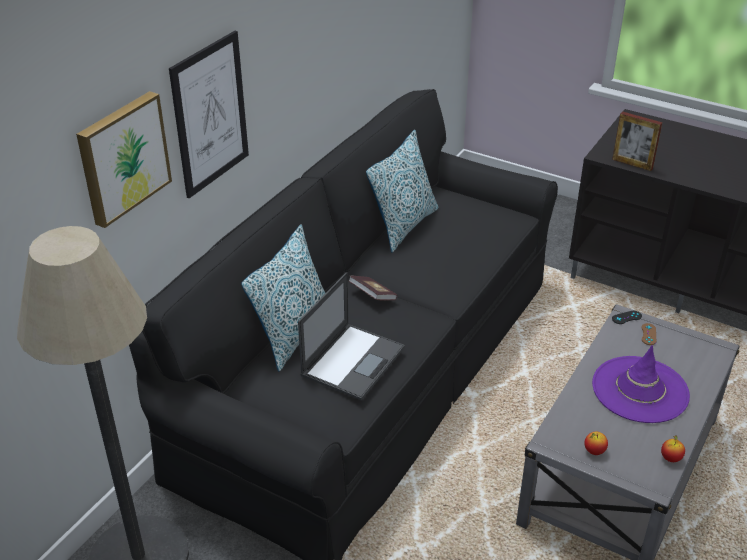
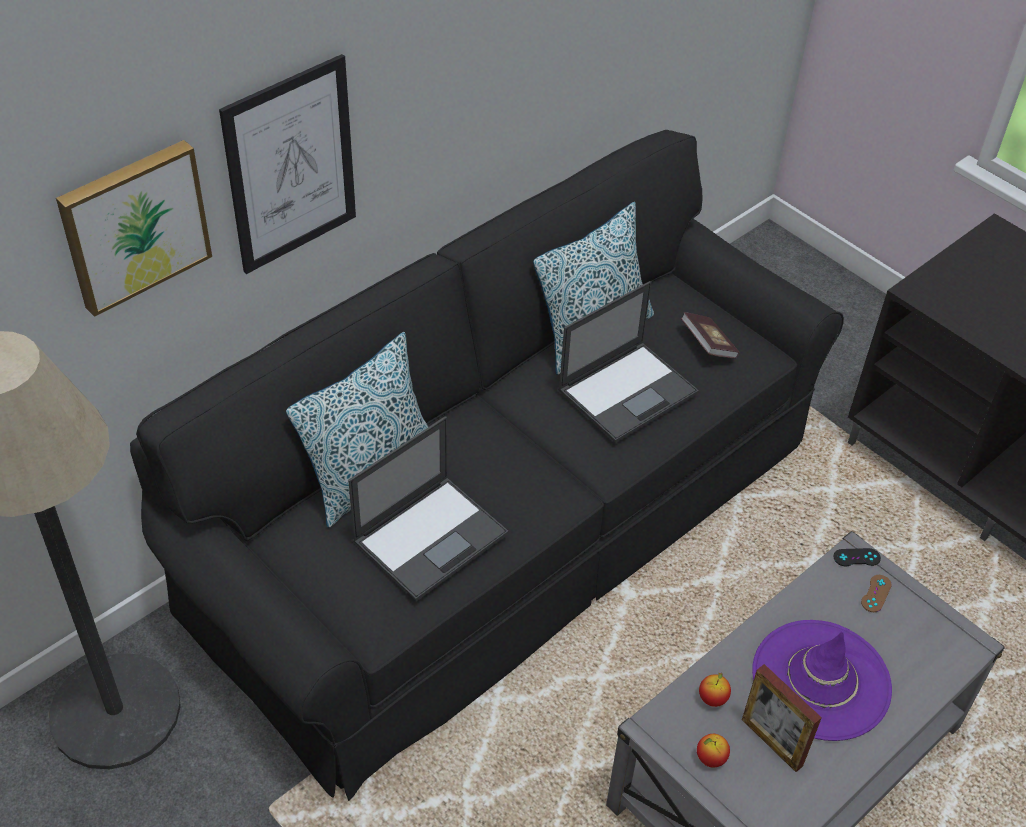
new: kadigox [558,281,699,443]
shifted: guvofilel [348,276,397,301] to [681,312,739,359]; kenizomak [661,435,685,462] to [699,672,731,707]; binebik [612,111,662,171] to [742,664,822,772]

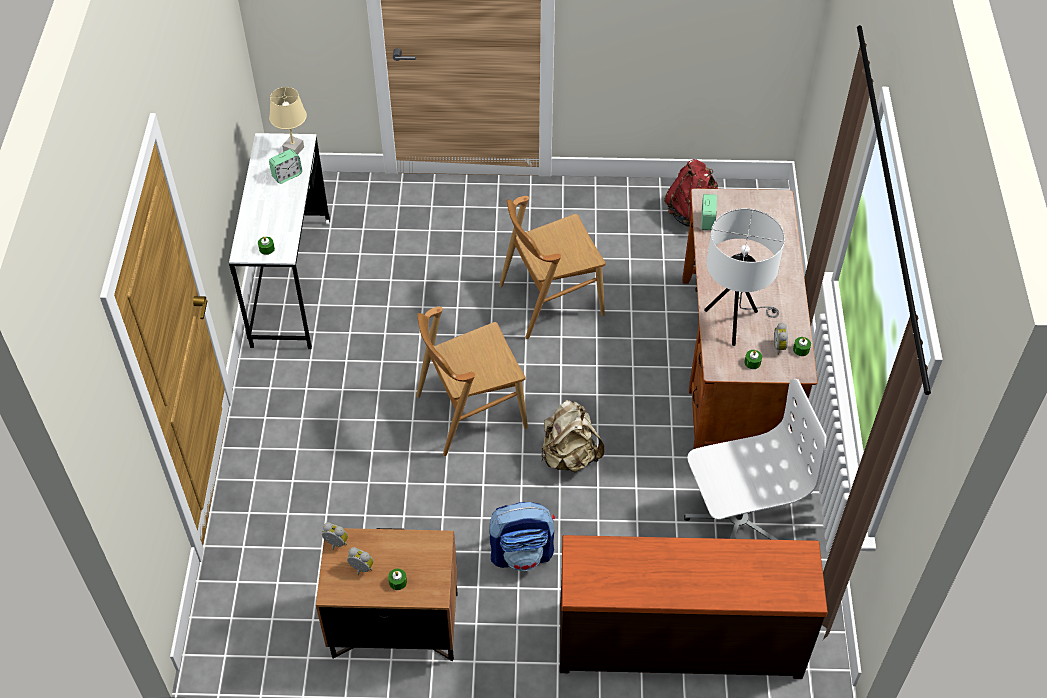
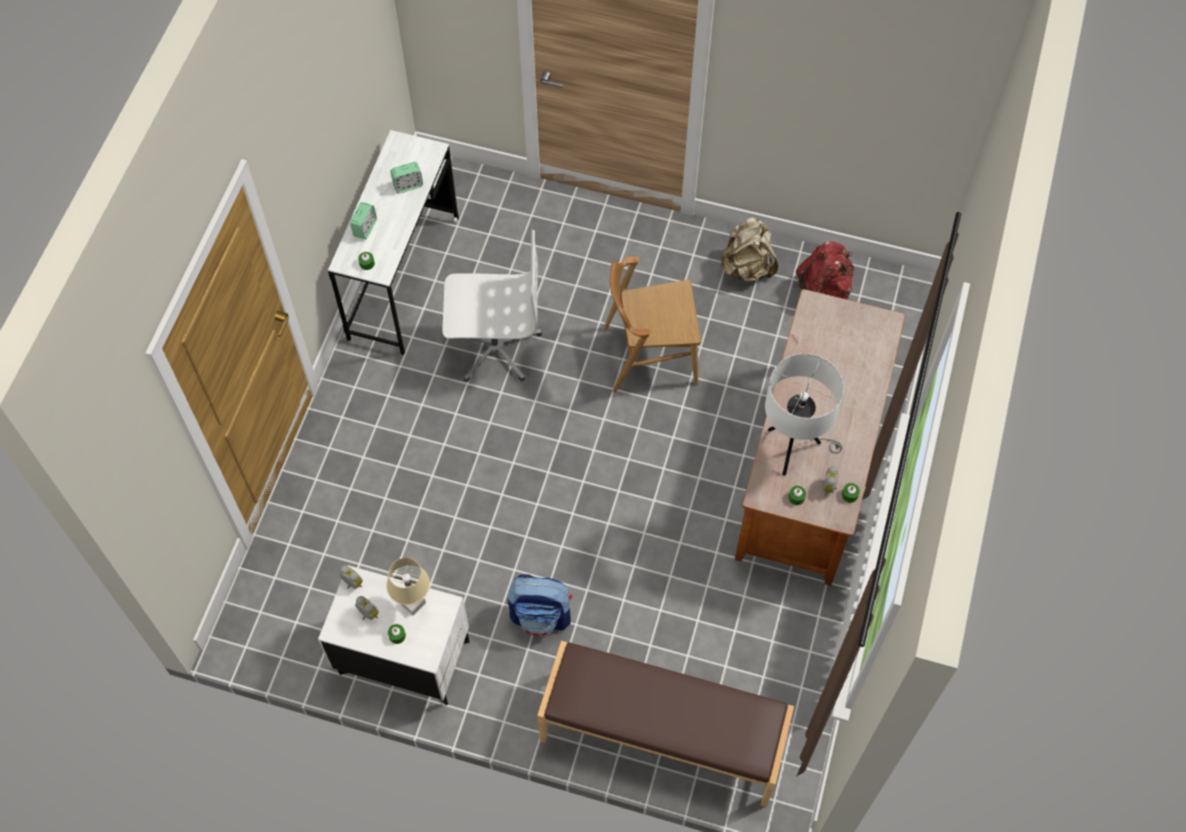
gone: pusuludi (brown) [416,307,528,456]
shifted: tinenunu [701,194,717,230] to [350,202,377,239]; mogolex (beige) [269,87,307,155] to [387,558,430,615]; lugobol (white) [684,379,827,540] to [442,230,542,382]; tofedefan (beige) [541,400,605,472] to [721,216,778,283]
swapped: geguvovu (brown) [560,535,828,679] to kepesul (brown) [537,641,794,807]
repainted: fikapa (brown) [316,528,458,661] to fikapa (white) [318,565,470,706]

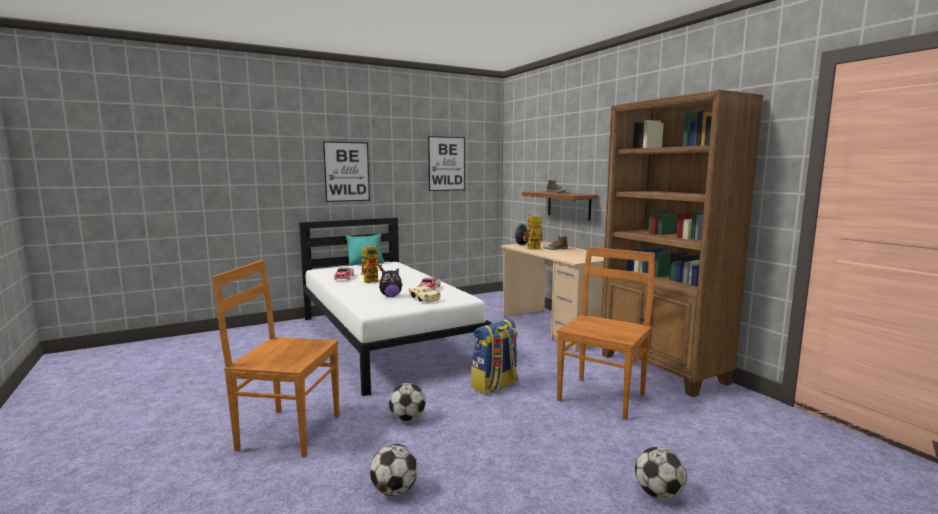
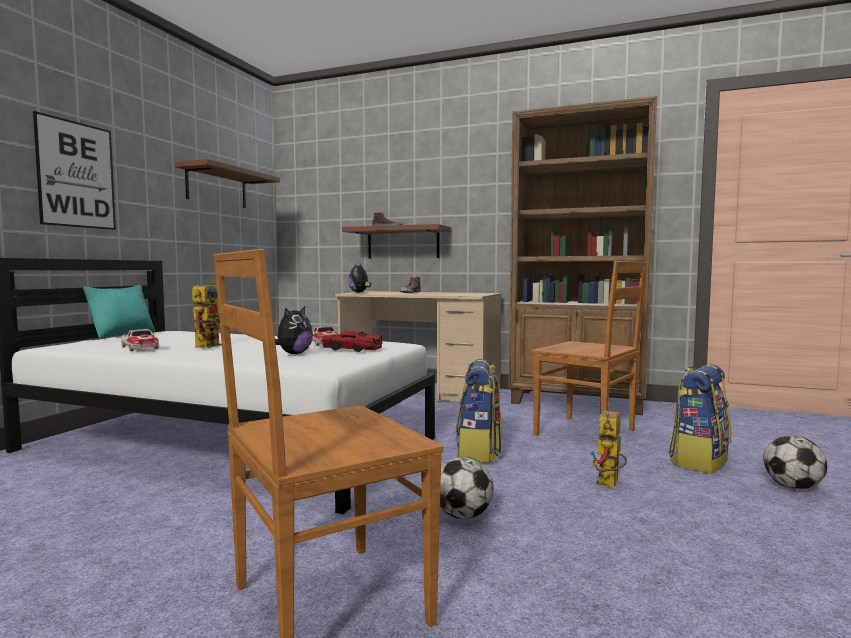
gone: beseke [370,444,418,496]
new: tofedefan [668,364,731,474]
shifted: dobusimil [523,215,543,249] to [590,411,627,488]
swapped: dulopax [428,136,465,191] to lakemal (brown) [175,159,280,208]
repainted: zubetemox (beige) [408,286,441,302] to zubetemox (red) [322,330,383,352]
rotated: pusuludi (brown) [557,247,655,420] = [532,261,646,436] 135 degrees clockwise

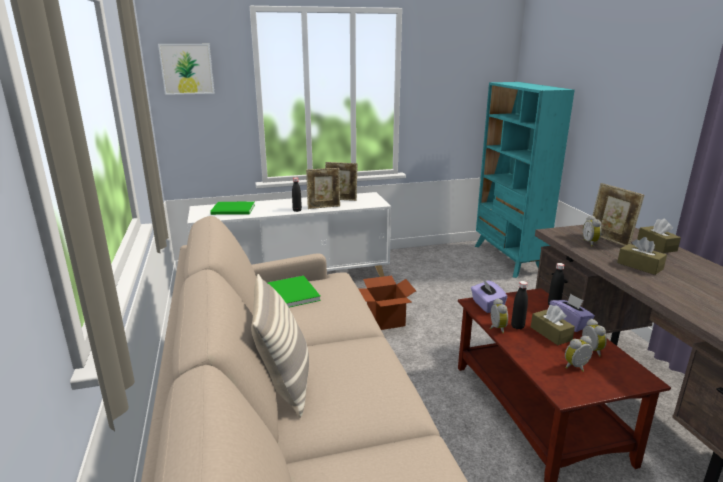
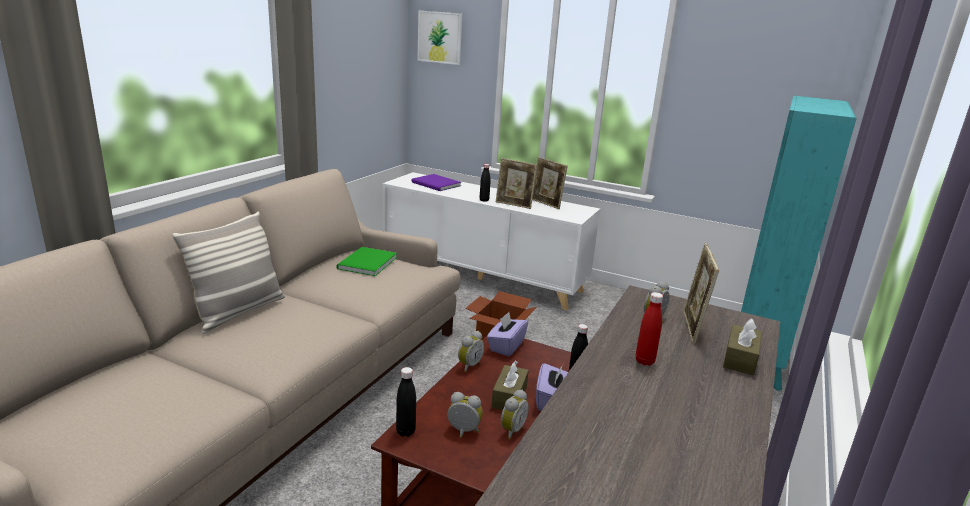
shifted: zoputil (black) [511,281,528,330] to [396,367,416,437]
swapped: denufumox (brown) [617,237,667,275] to zoputil (red) [636,292,663,366]
repainted: guvofilel (green) [210,202,255,215] to guvofilel (purple) [412,174,461,191]

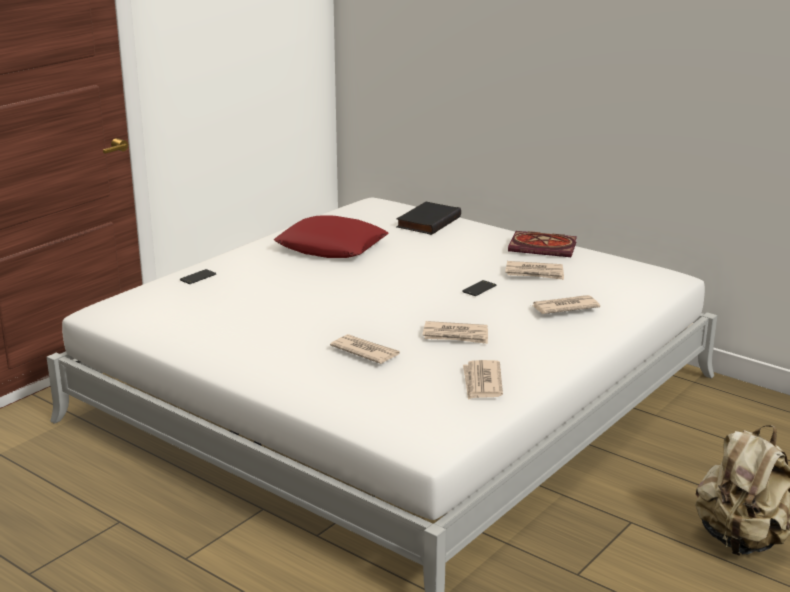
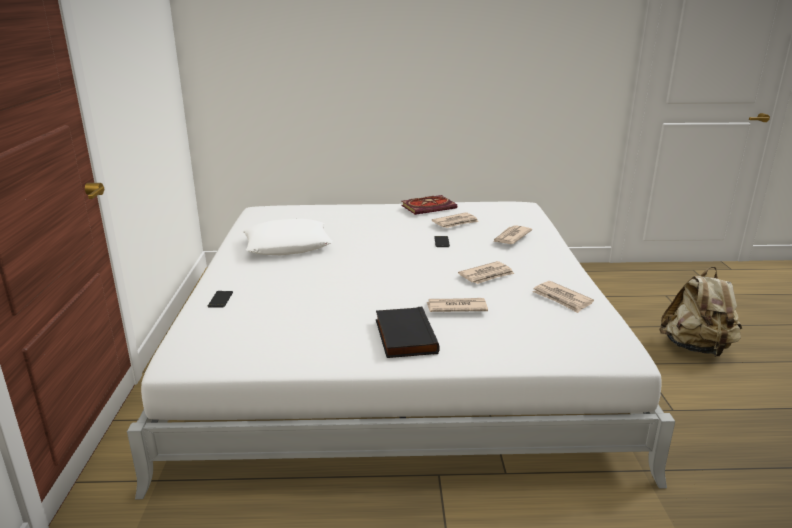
shifted: guvofilel (black) [396,202,461,235] to [376,307,440,358]
repainted: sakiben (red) [274,215,389,258] to sakiben (white) [243,219,333,255]

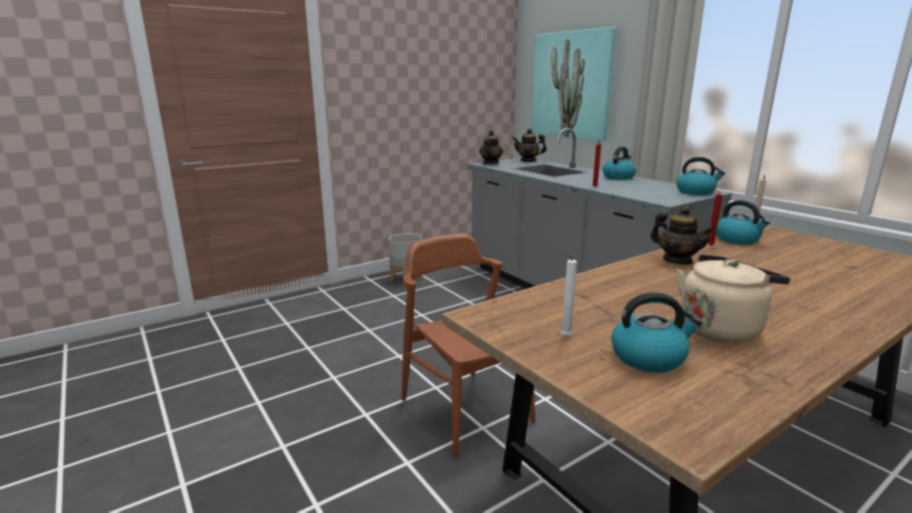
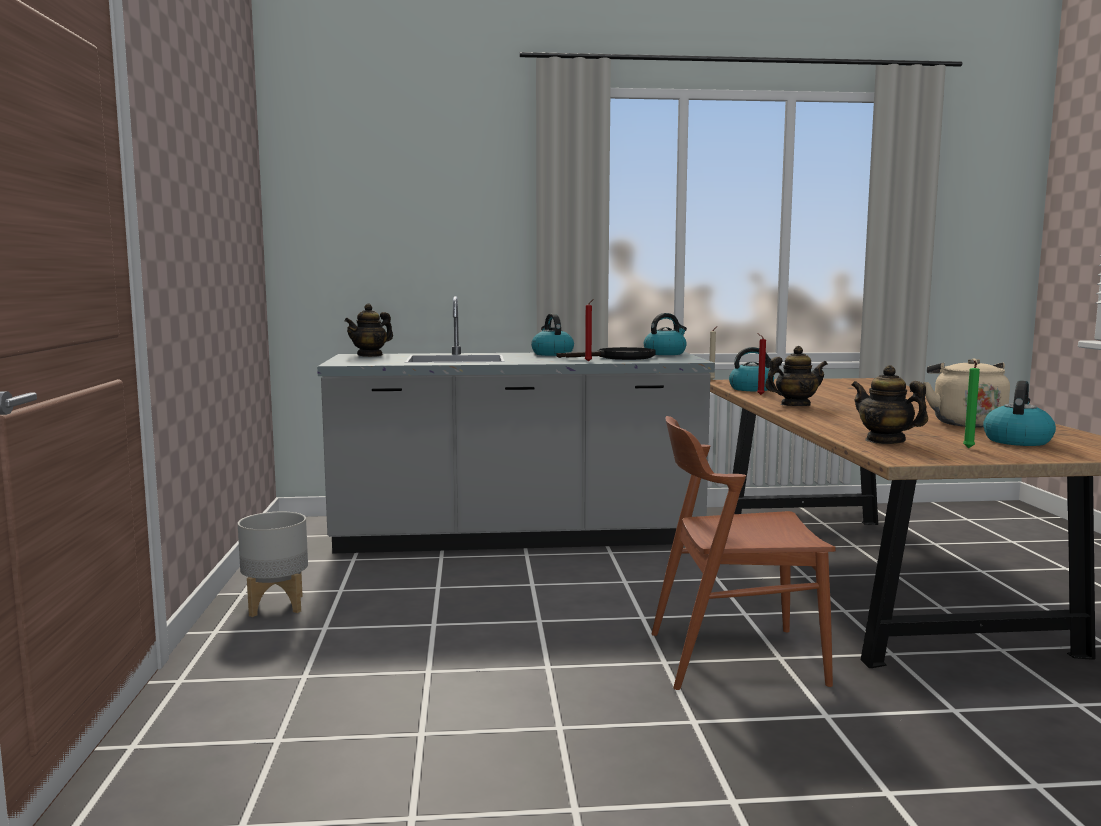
gone: dulopax [531,27,617,141]
new: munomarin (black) [557,347,655,360]
shifted: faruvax [479,130,503,164] to [851,365,928,444]
repainted: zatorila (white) [561,252,577,337] to zatorila (green) [963,360,980,448]

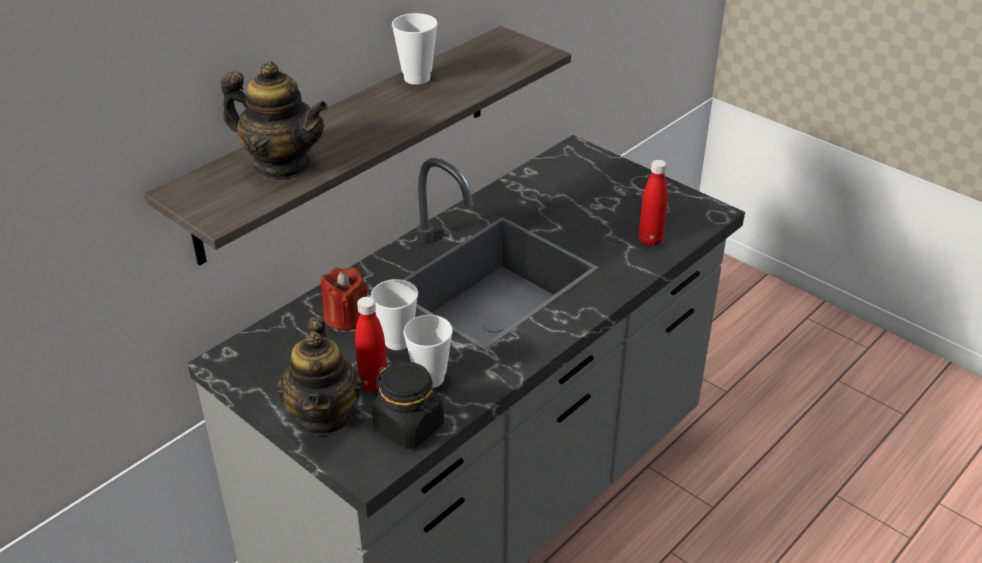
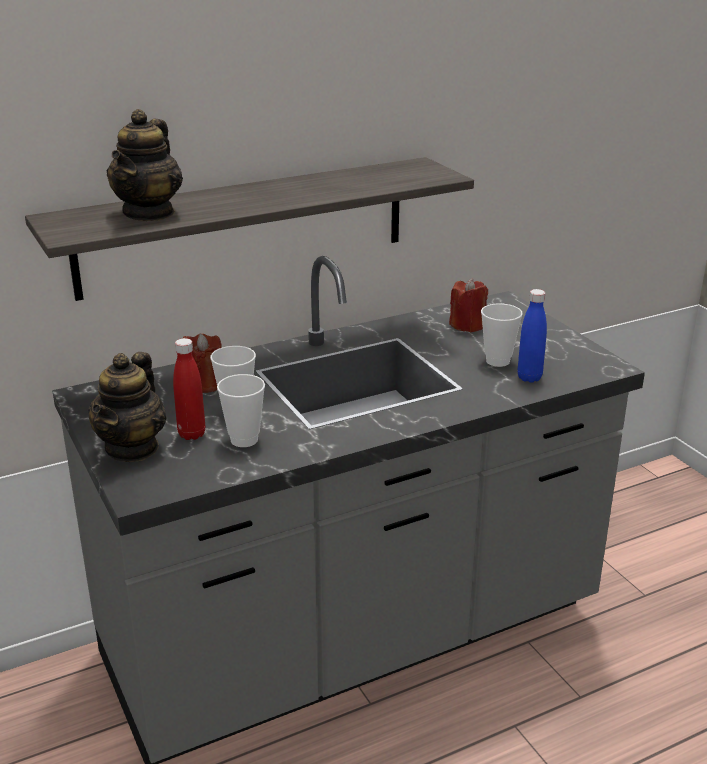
gone: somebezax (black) [372,362,444,449]
new: zatorila (red) [449,278,488,332]
shifted: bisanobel [392,13,438,85] to [481,303,523,367]
repainted: zoputil (red) [639,160,668,246] to zoputil (blue) [518,289,547,383]
rotated: faruvax [221,61,328,177] = [107,109,183,221] 60 degrees clockwise

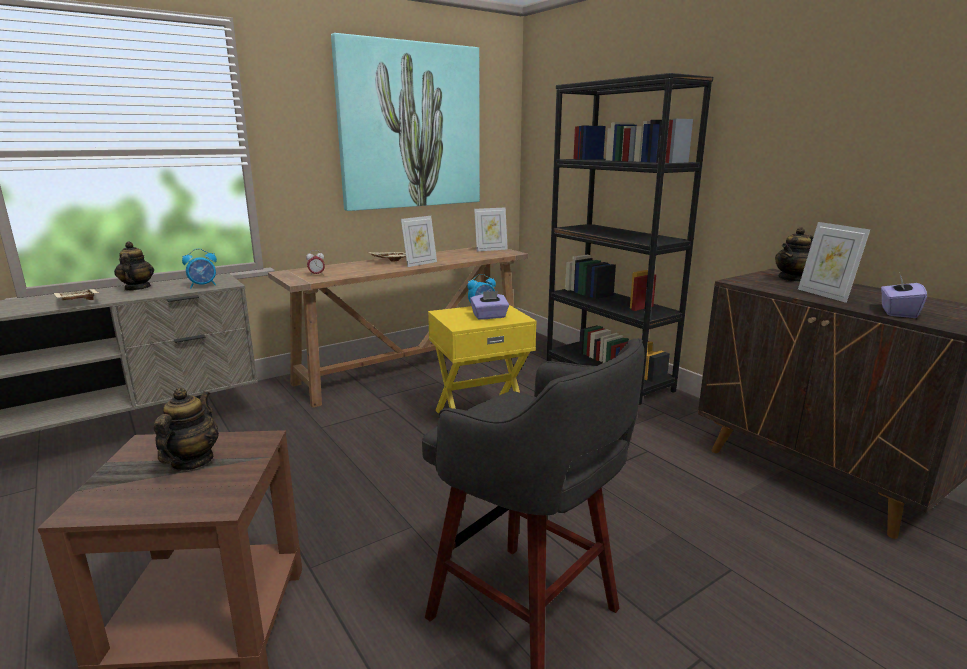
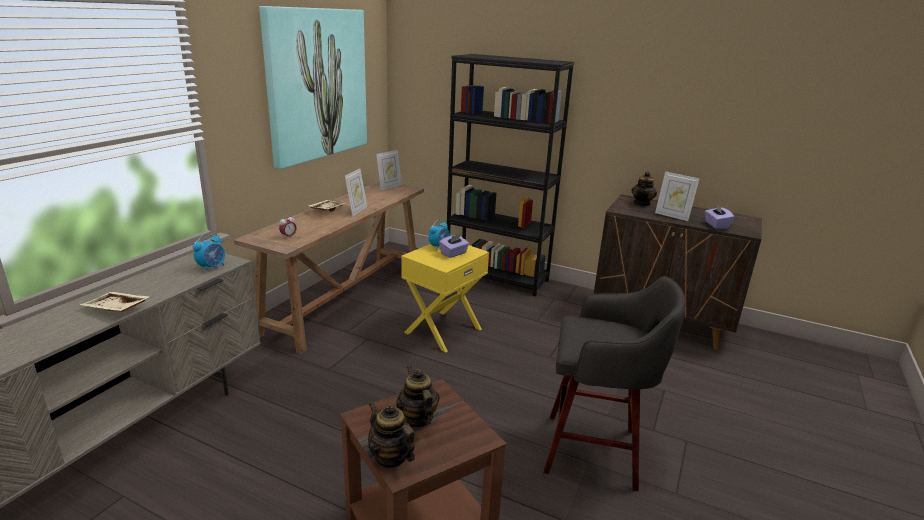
shifted: faruvax [114,242,154,291] to [368,402,415,469]

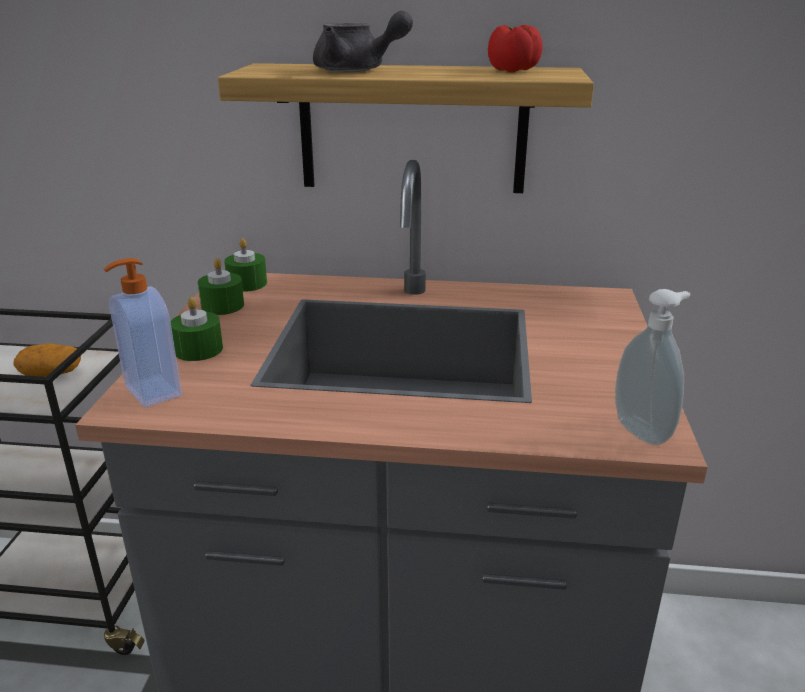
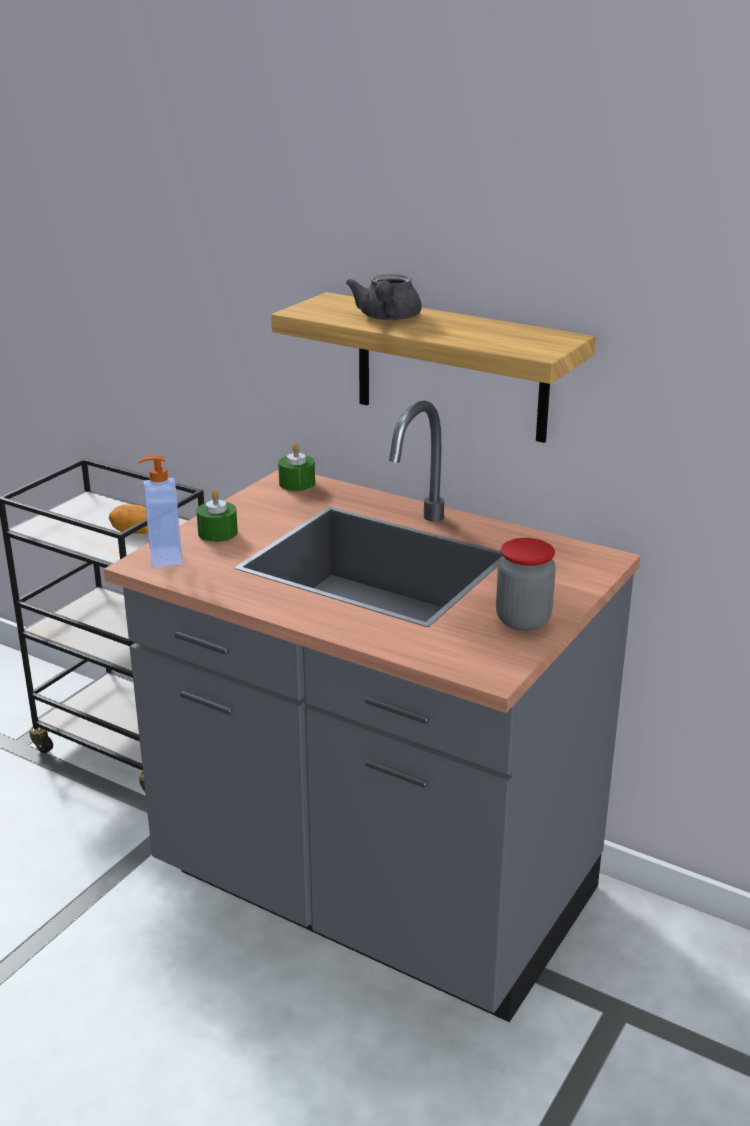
gone: zatorila (green) [198,258,244,315]; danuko [488,25,543,72]; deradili [615,289,690,445]
new: somebezax [496,538,556,631]
rotated: faruvax (grey) [313,11,413,72] = [346,274,421,321] 45 degrees clockwise

